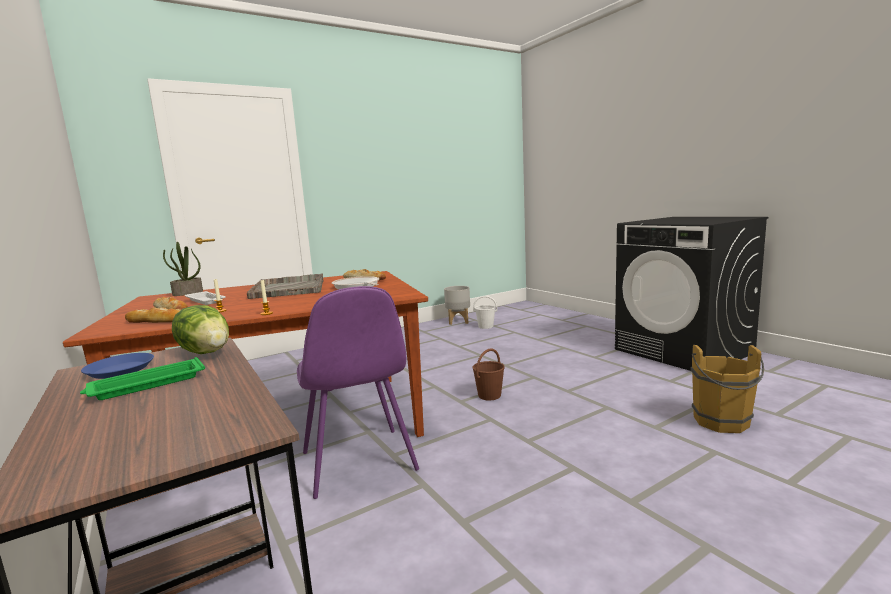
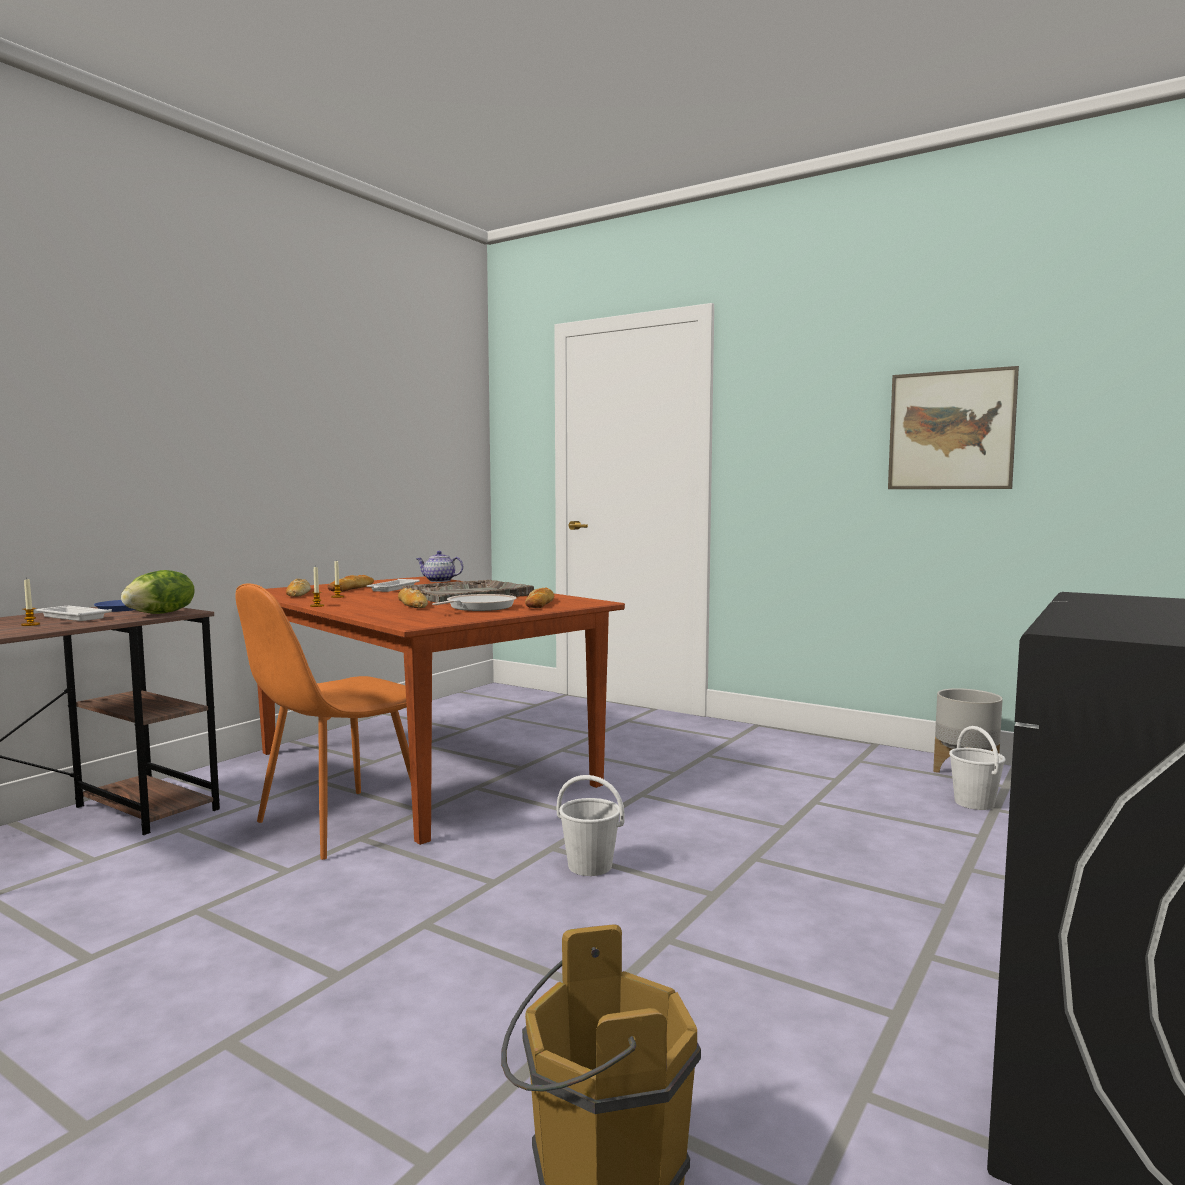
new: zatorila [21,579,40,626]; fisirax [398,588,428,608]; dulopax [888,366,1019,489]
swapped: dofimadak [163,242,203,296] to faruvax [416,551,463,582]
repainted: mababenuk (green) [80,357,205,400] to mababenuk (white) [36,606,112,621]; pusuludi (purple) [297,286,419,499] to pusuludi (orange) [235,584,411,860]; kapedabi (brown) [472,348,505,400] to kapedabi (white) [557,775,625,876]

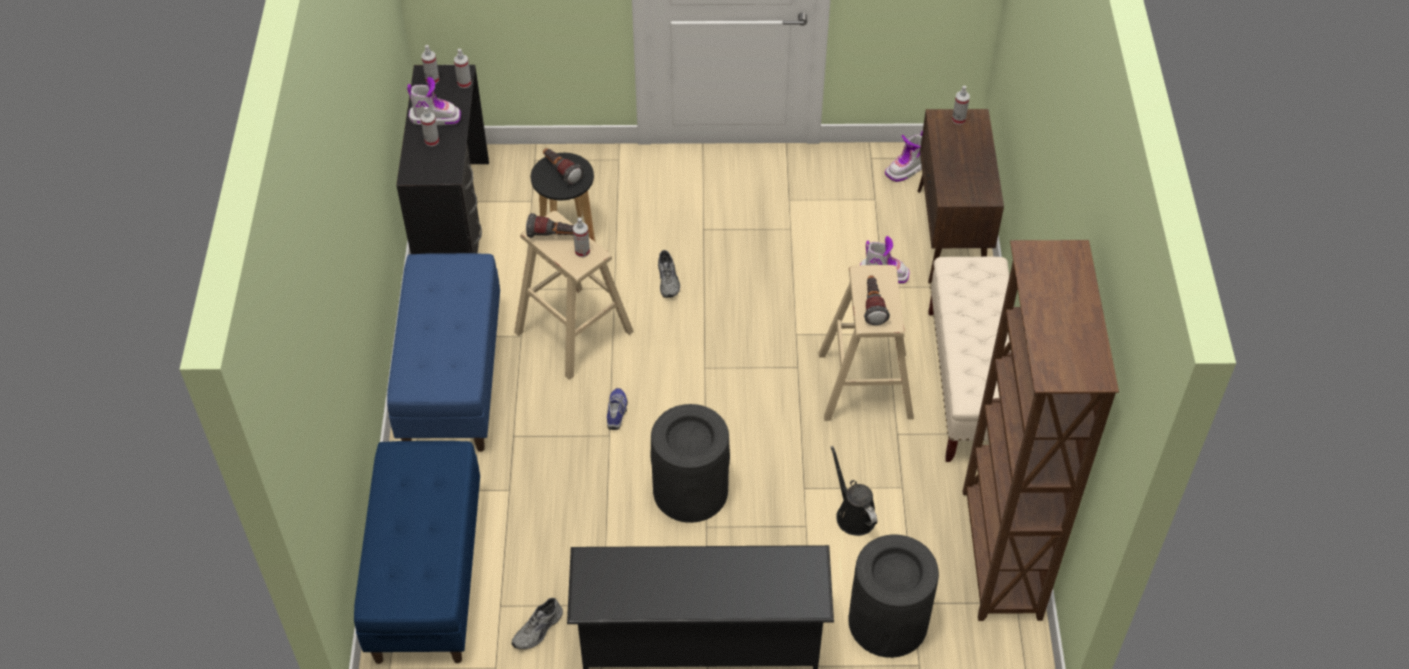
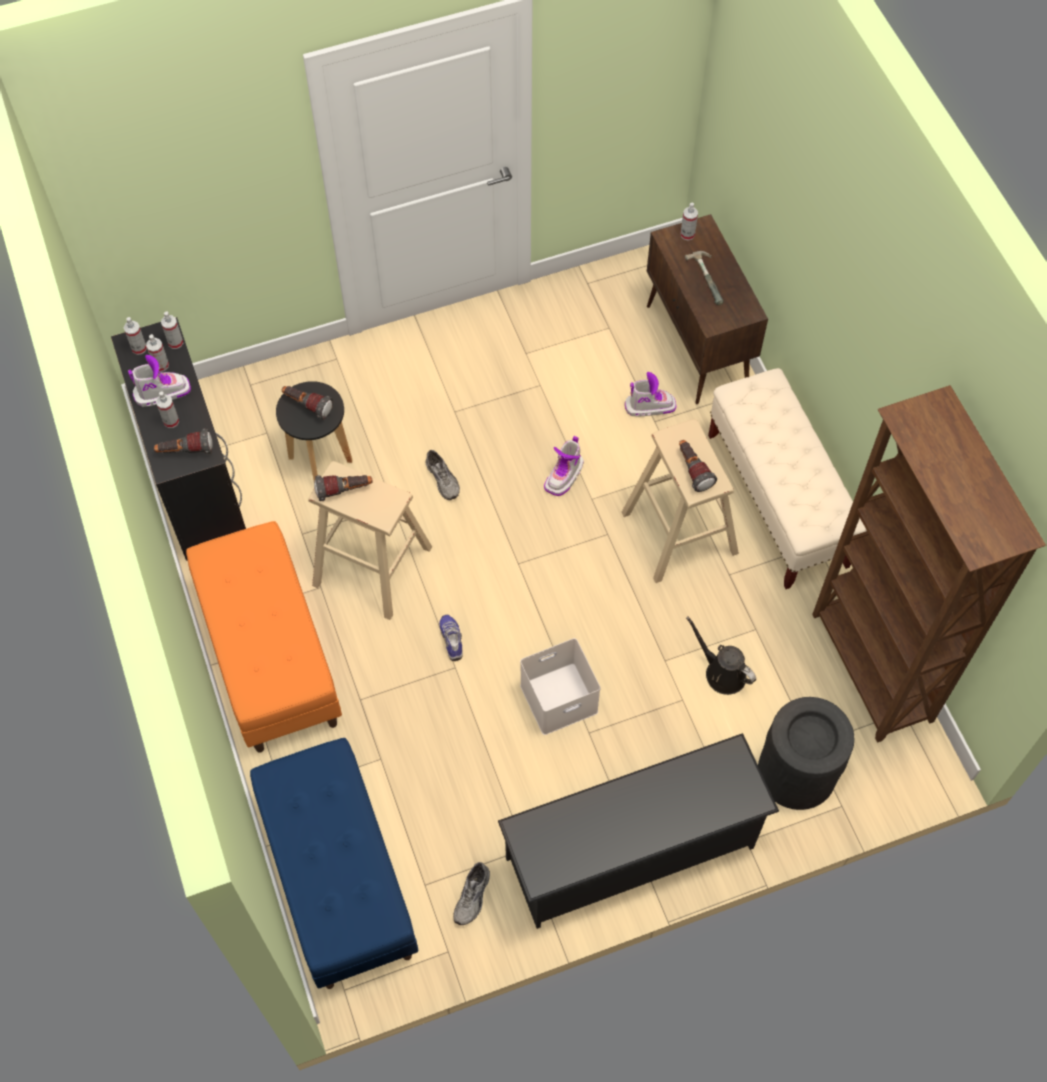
new: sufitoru [154,429,213,455]; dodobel [685,251,724,305]
shifted: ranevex [573,217,590,257] to [146,334,169,372]; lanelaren [885,131,923,182] to [544,436,584,496]
swapped: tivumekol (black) [650,404,730,523] to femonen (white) [520,638,601,735]
repainted: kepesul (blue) [387,253,500,452] to kepesul (orange) [186,521,342,753]

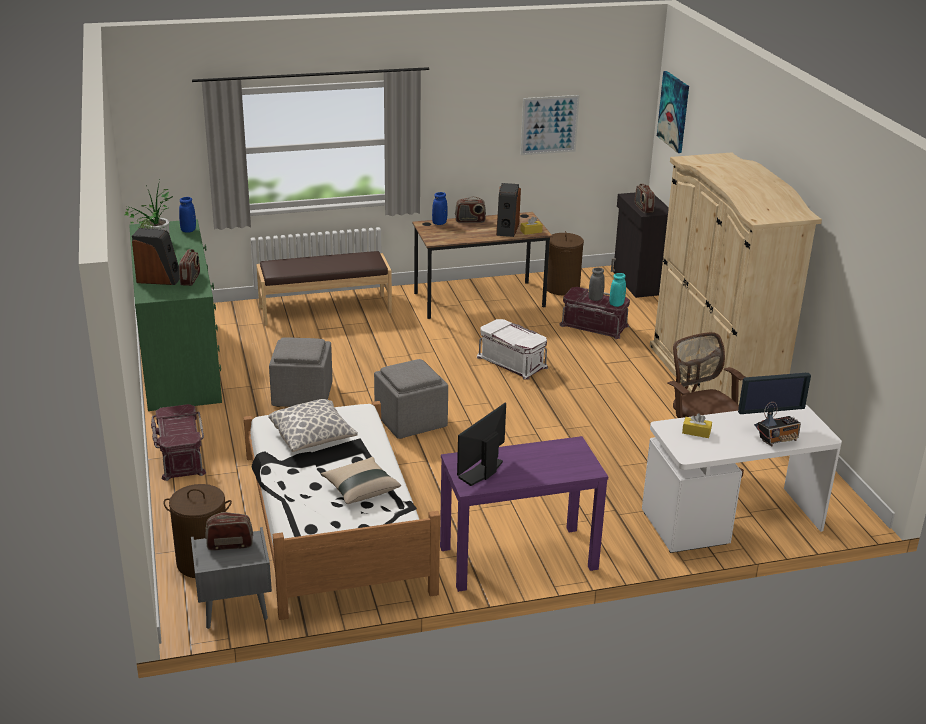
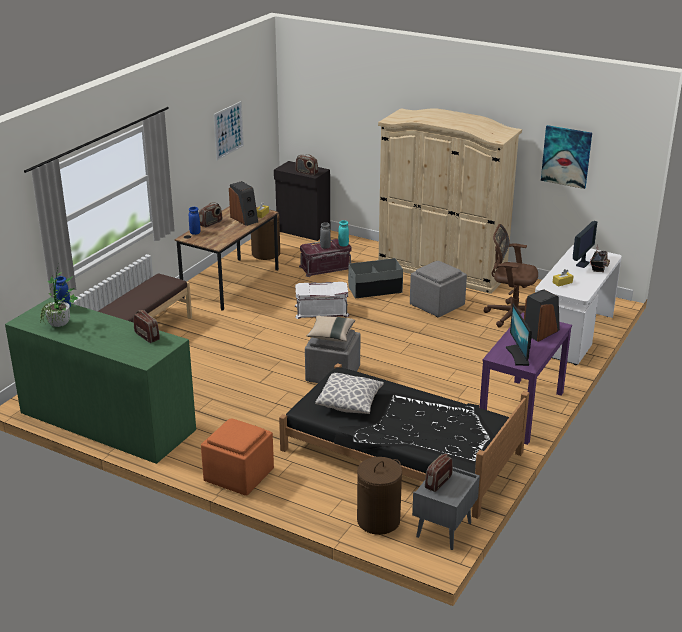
new: femonen (grey) [348,258,403,299]
shifted: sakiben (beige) [321,457,401,504] to [307,316,355,342]; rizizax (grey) [269,337,333,407] to [410,261,467,317]; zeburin [132,228,180,285] to [524,289,560,342]; dulopax [657,71,689,153] to [541,125,592,189]
swapped: femonen (red) [151,404,206,481] to rizizax (orange) [201,419,274,496]
repainted: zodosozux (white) [243,401,440,620] to zodosozux (black) [279,363,529,519]

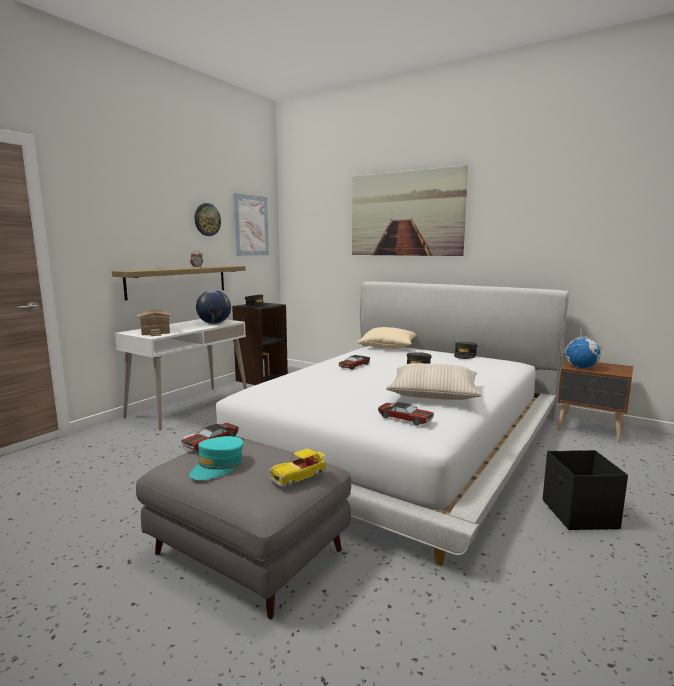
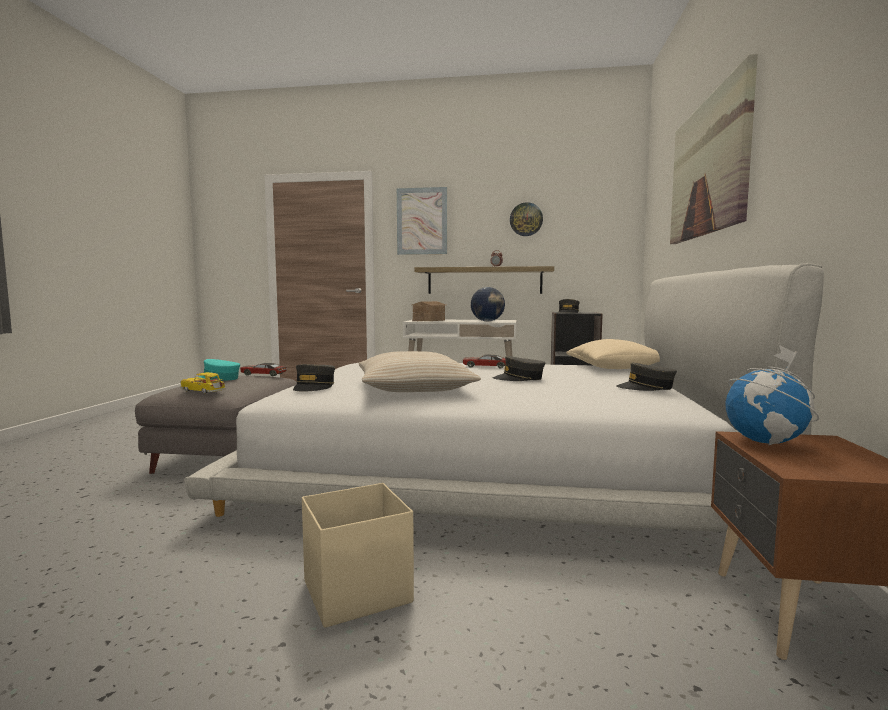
shifted: dulopax [233,193,269,256] to [397,187,447,255]
swapped: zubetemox [378,402,434,426] to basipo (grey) [293,364,335,392]
repainted: femonen (black) [543,450,628,530] to femonen (beige) [302,483,414,628]

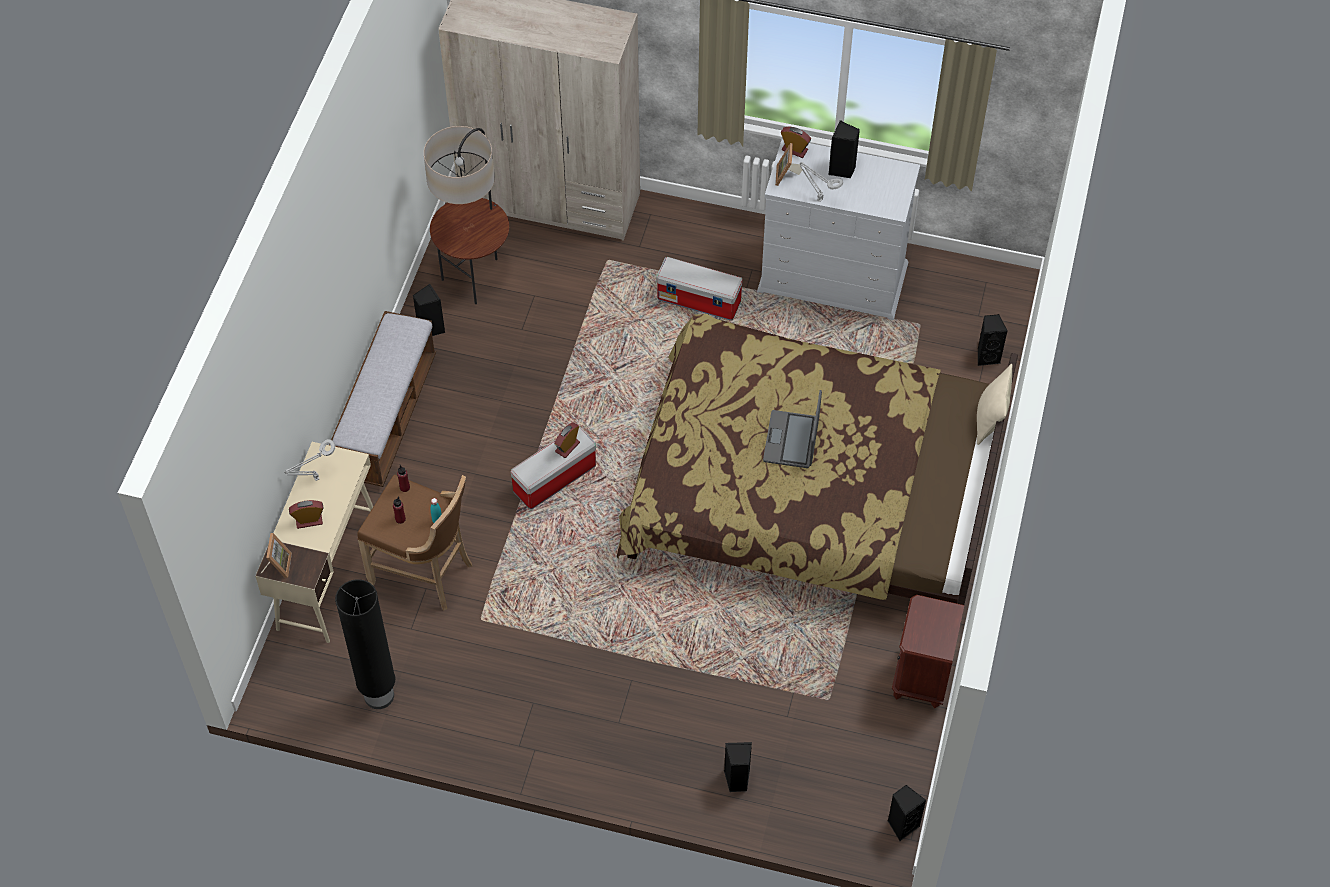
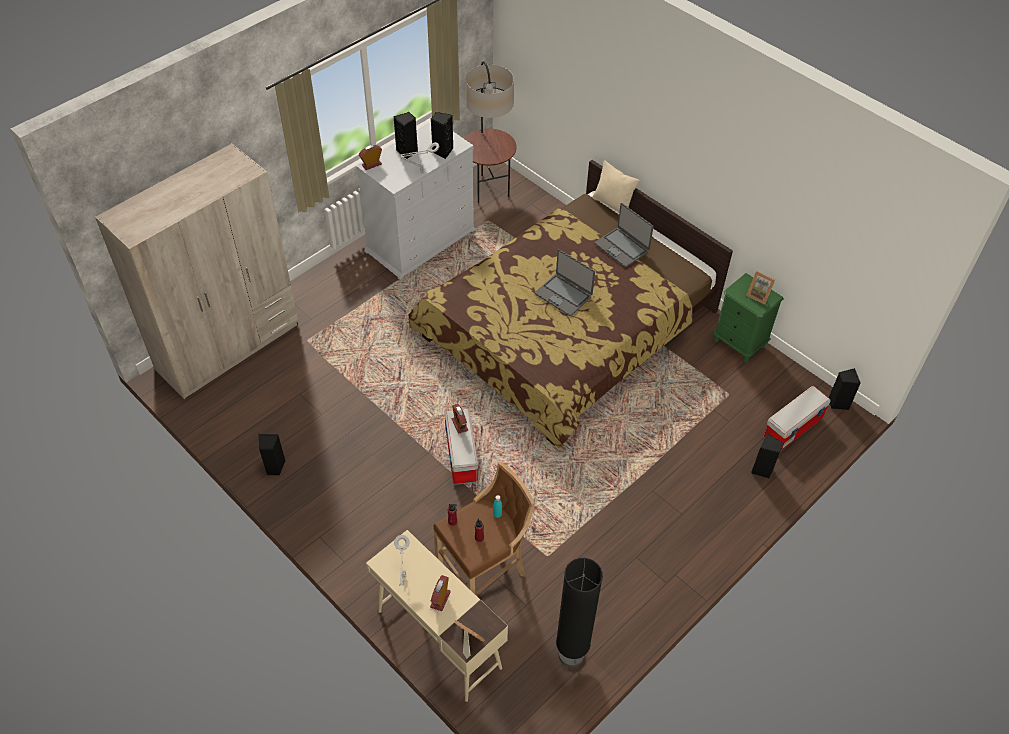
gone: kepesul [330,311,436,487]
new: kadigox [595,203,654,267]
shifted: zeburin (black) [978,314,1007,366] to [431,112,453,159]; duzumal [424,126,509,304] to [464,61,517,204]; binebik [775,143,802,186] to [746,271,775,305]; femonen [656,257,743,321] to [763,386,830,451]
repainted: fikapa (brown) [892,595,965,708] to fikapa (green) [713,273,784,362]

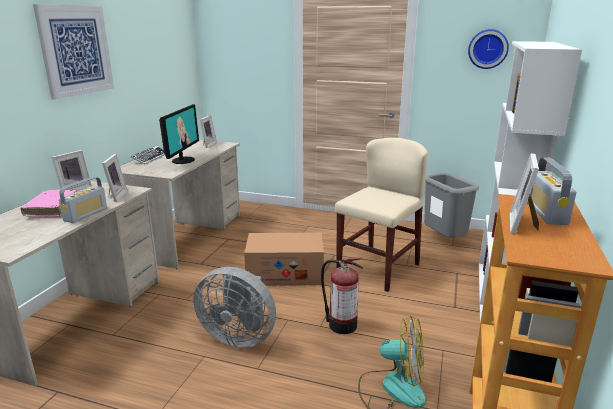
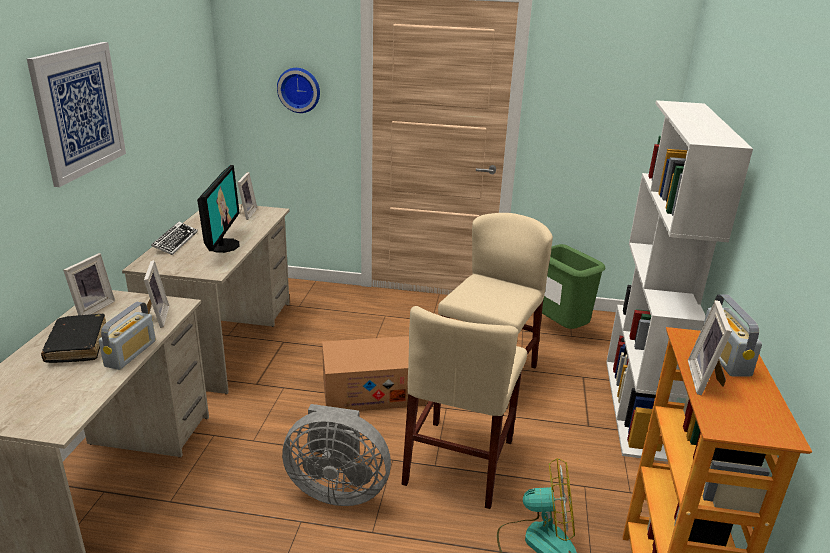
shifted: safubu [468,29,509,69] to [277,68,320,113]
swapped: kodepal [321,258,363,334] to pusuludi (beige) [402,306,527,509]
repainted: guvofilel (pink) [21,190,77,217] to guvofilel (black) [41,314,106,363]; tivumekol (grey) [424,173,479,238] to tivumekol (green) [542,244,605,329]

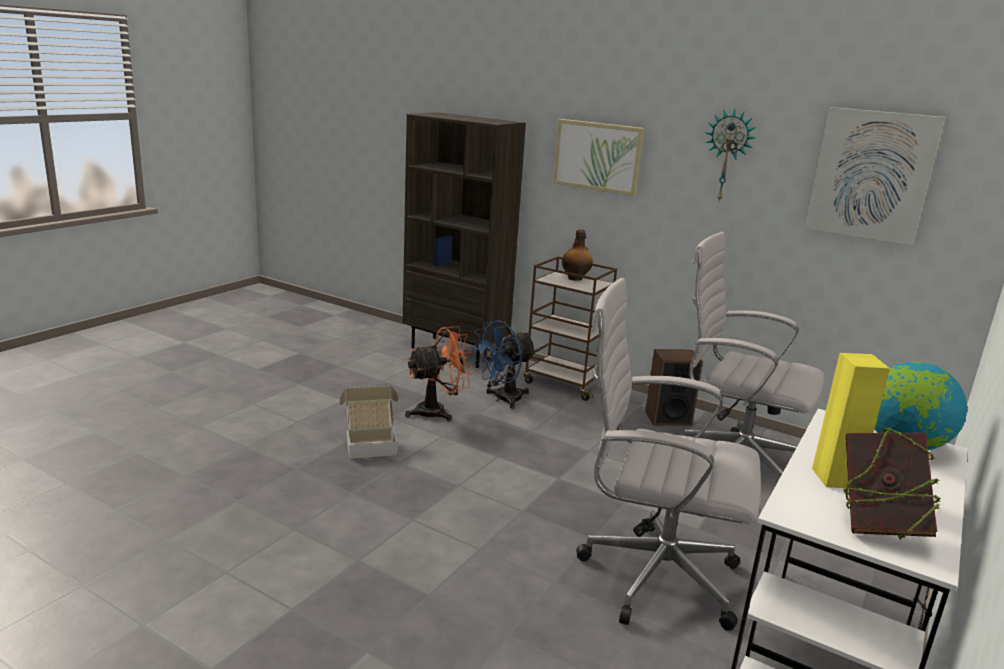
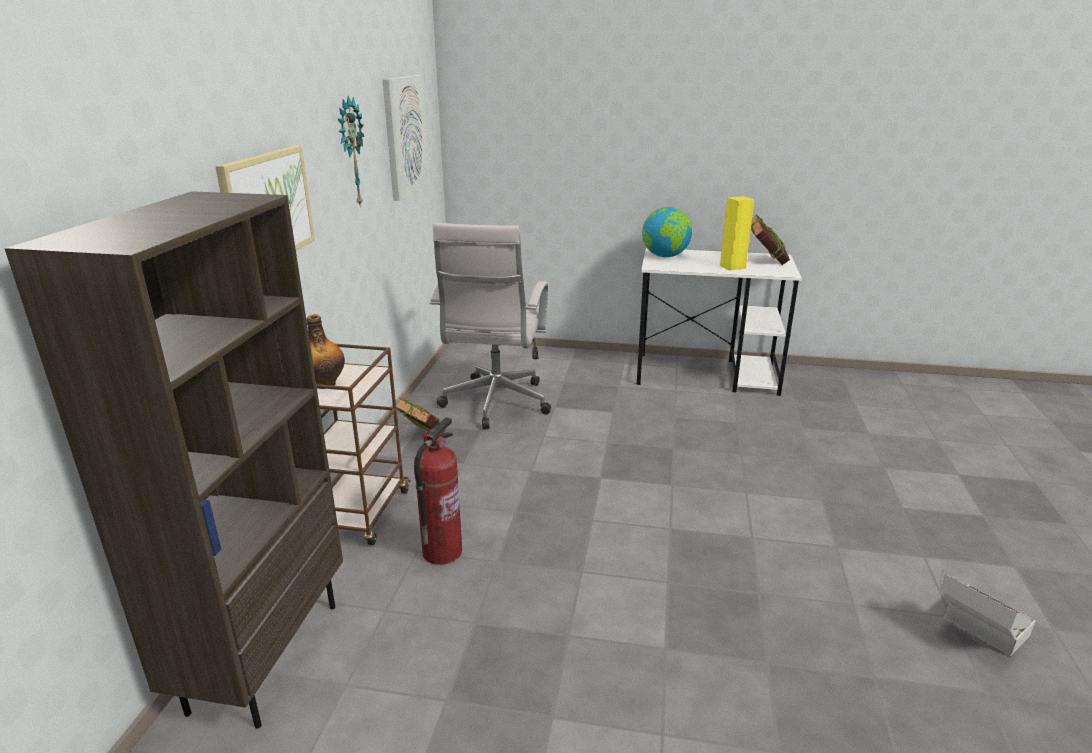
gone: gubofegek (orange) [405,326,473,421]; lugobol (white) [576,278,761,631]
shifted: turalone [340,386,398,459] to [940,570,1036,656]
swapped: zeburin [645,349,703,426] to guvofilel [396,398,445,433]; gubofegek (blue) [471,320,537,409] to kodepal [414,417,462,565]

